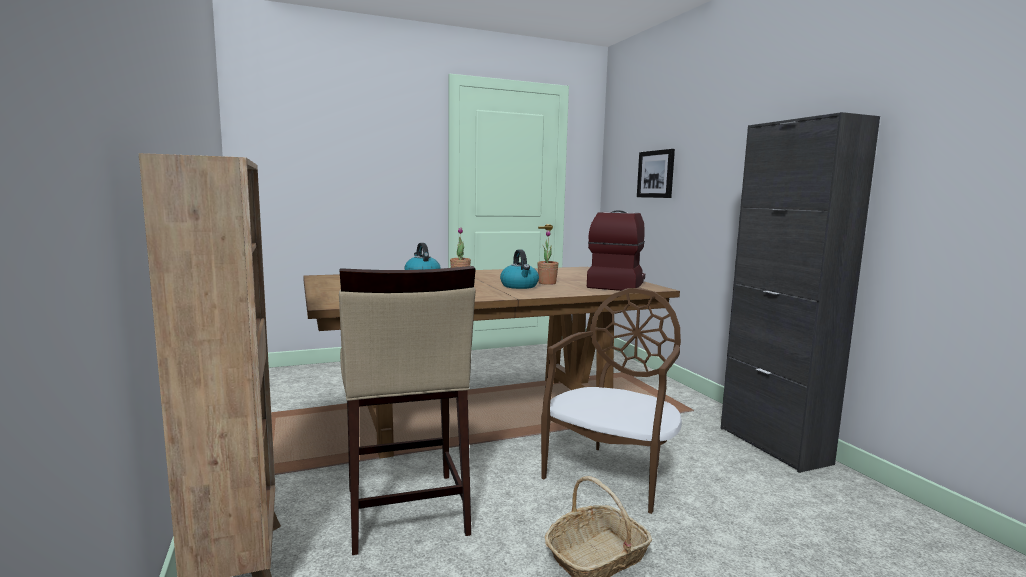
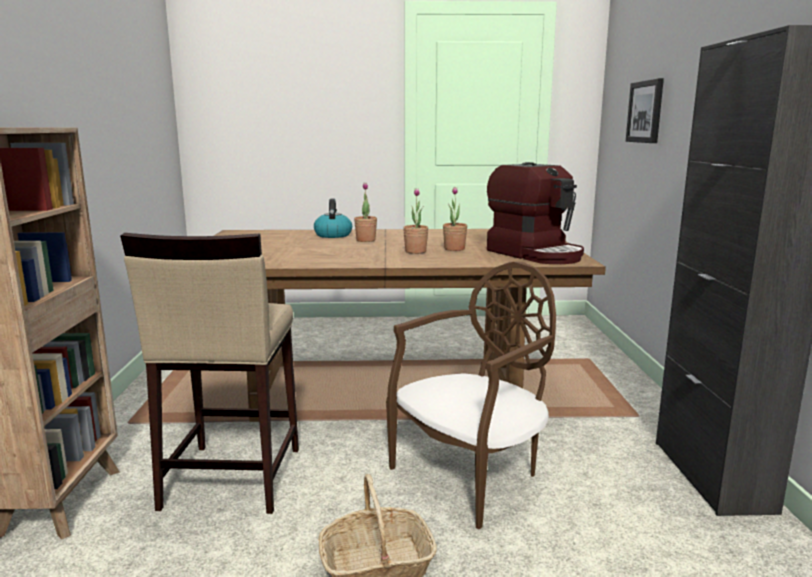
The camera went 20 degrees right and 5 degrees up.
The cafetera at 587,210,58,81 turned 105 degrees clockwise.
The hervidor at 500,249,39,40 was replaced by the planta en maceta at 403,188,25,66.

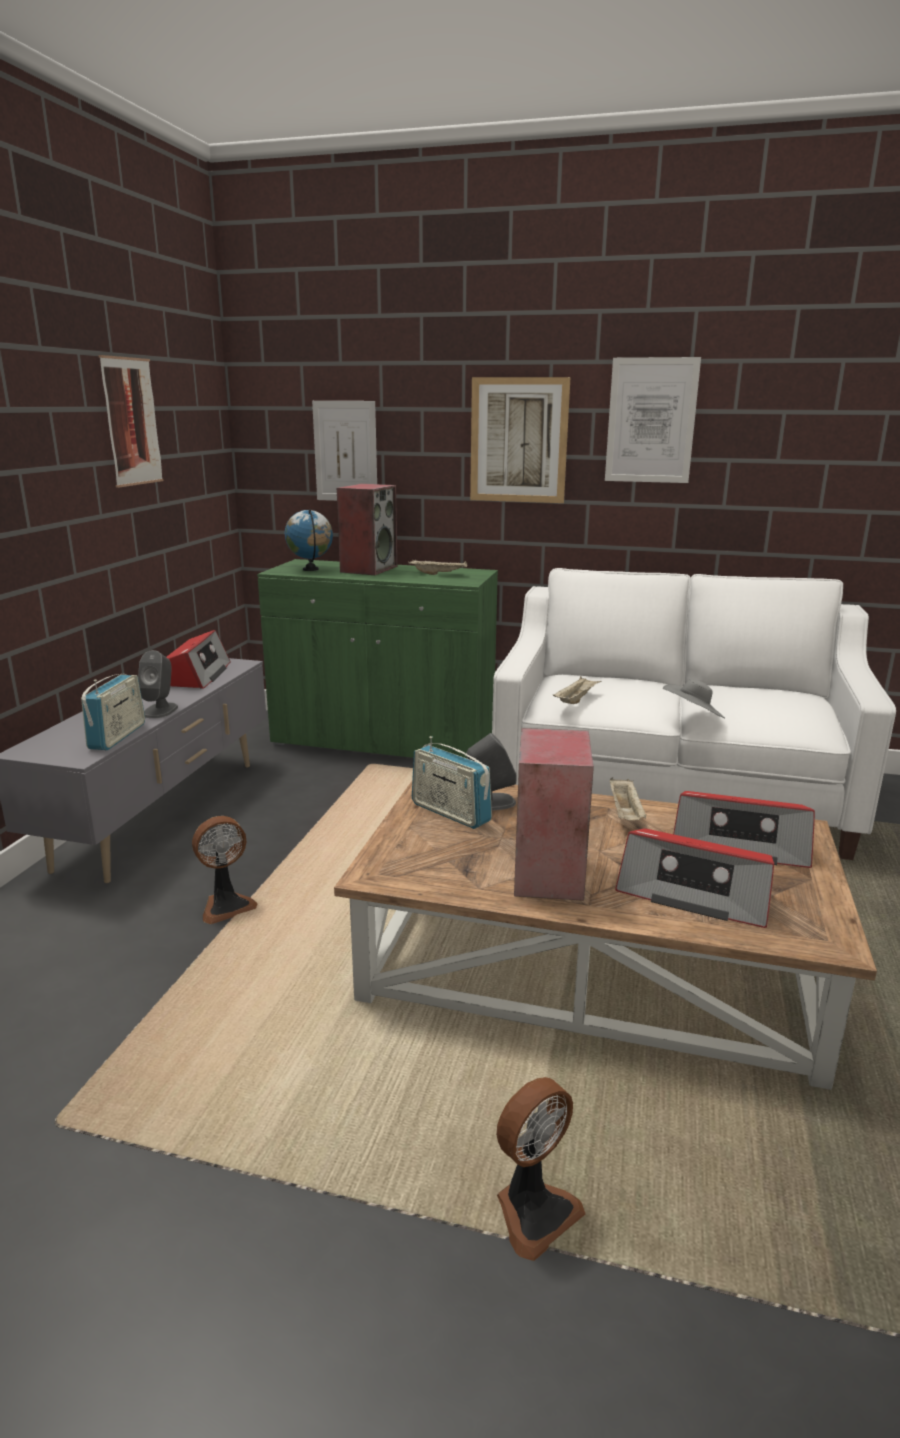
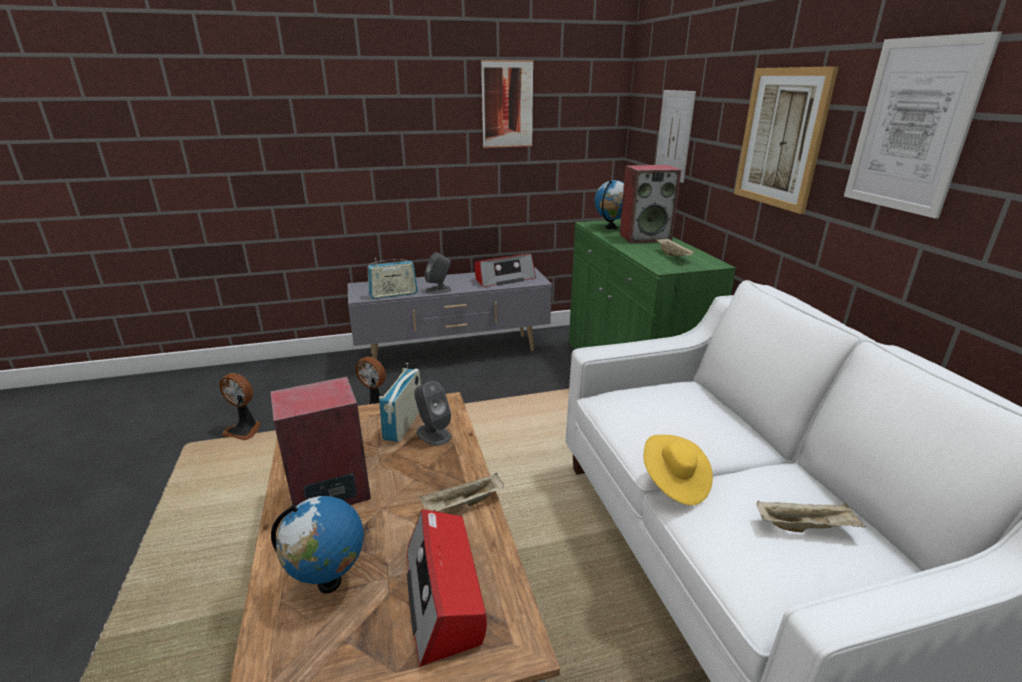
The camera went 60 degrees right and 5 degrees up.
The bandeja/beis moved from 553,676,48,28 to 756,501,110,32.
The sombrero/gris at 663,679,62,39 became the sombrero/amarillo at 643,435,70,70.
The radio at 615,828,159,100 was replaced by the globo terráqueo at 271,496,93,97.
The ventilador moved from 496,1077,89,184 to 219,373,42,68.

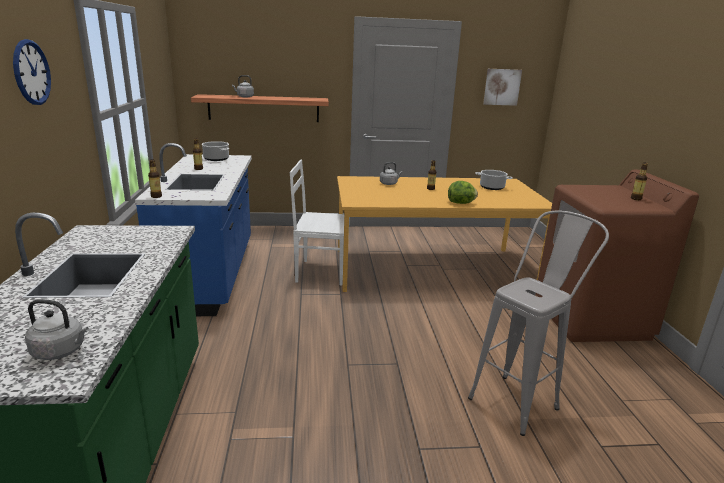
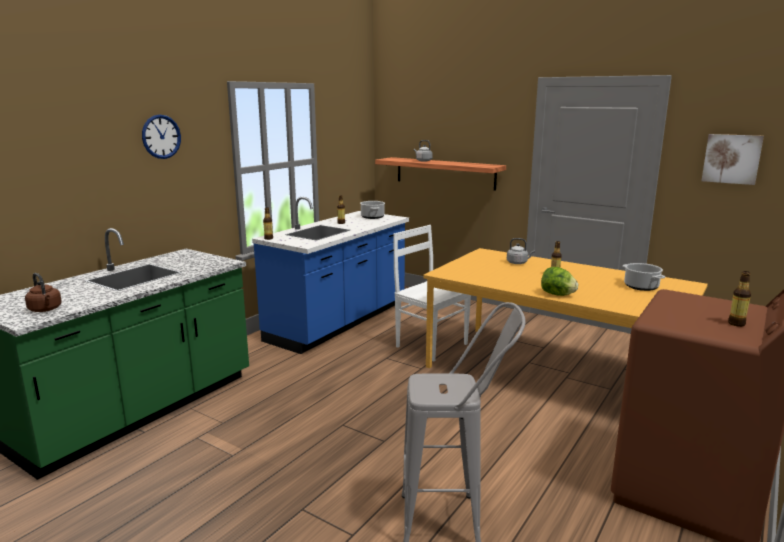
The camera went 40 degrees right and 5 degrees down.
The hervidor/gris at 25,299,64,61 became the hervidor/marrón at 25,273,37,39.

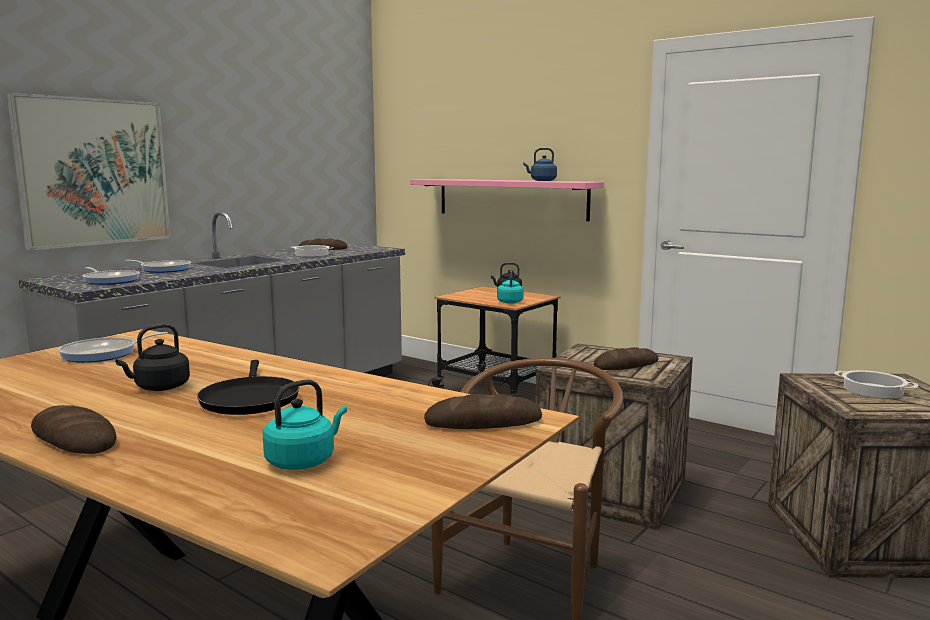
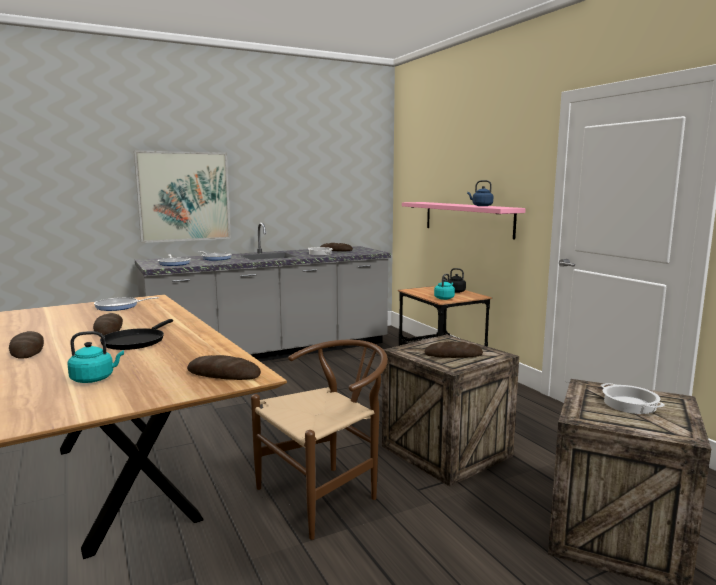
The camera went 25 degrees right and 0 degrees up.
The hervidor/negro at 115,324,75,67 was replaced by the pan at 93,313,30,23.

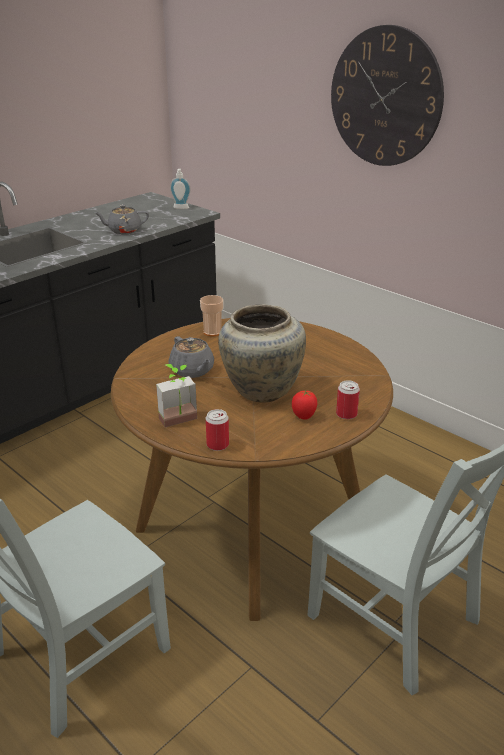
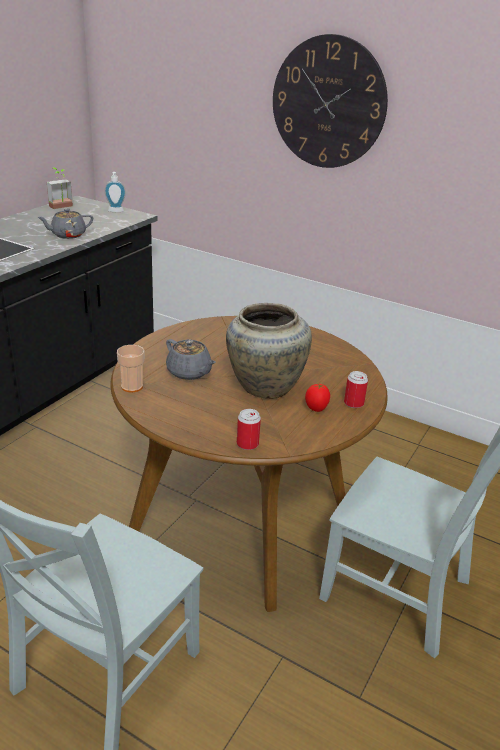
The camera went 15 degrees left and 0 degrees up.
The taza moved from 200,295,24,41 to 117,345,27,47.
The planta en maceta moved from 156,364,41,63 to 47,168,26,41.

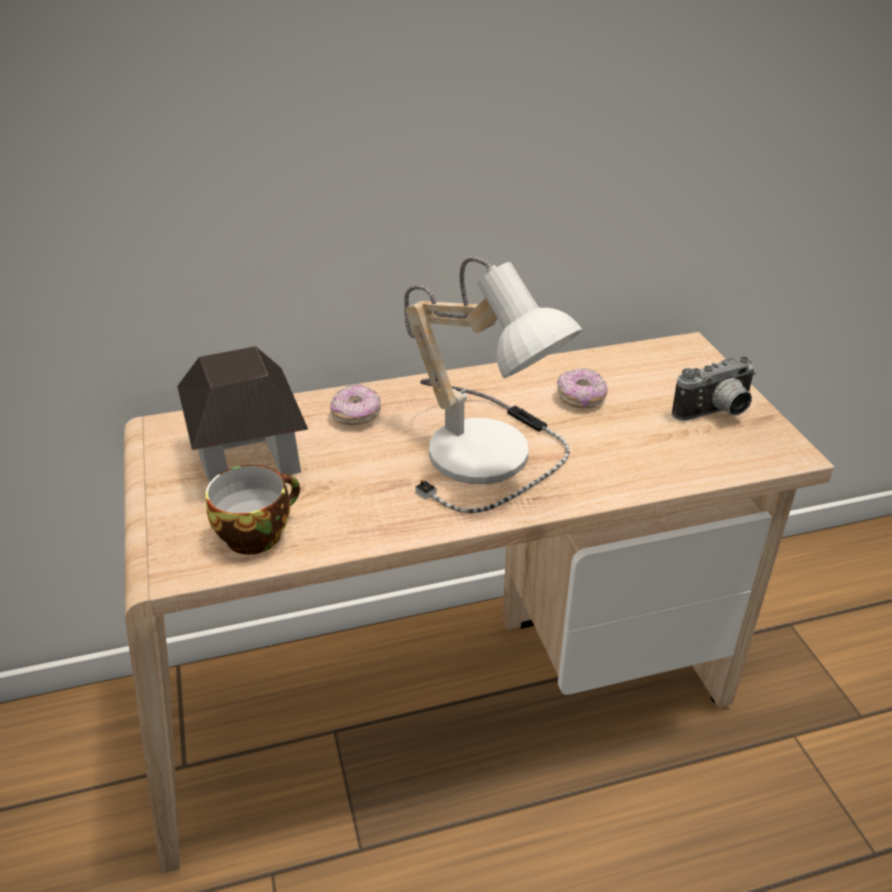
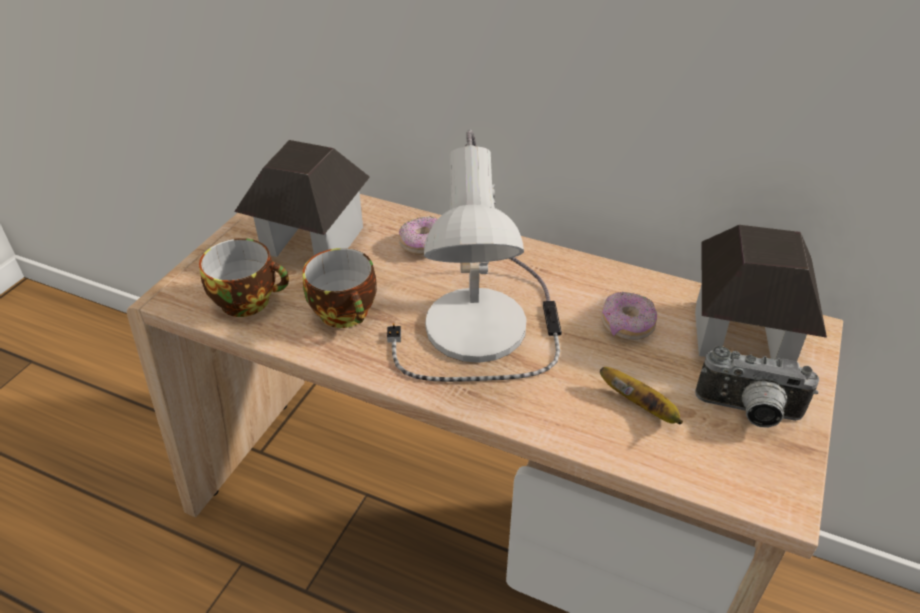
The camera went 40 degrees right and 5 degrees up.
The casita at 695,225,132,136 appeared.
The taza at 303,248,74,80 appeared.
The plátano at 600,367,83,57 appeared.

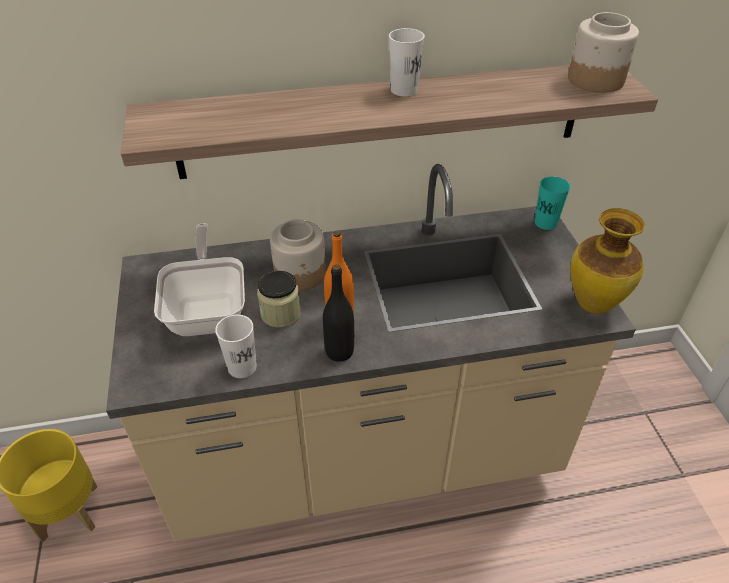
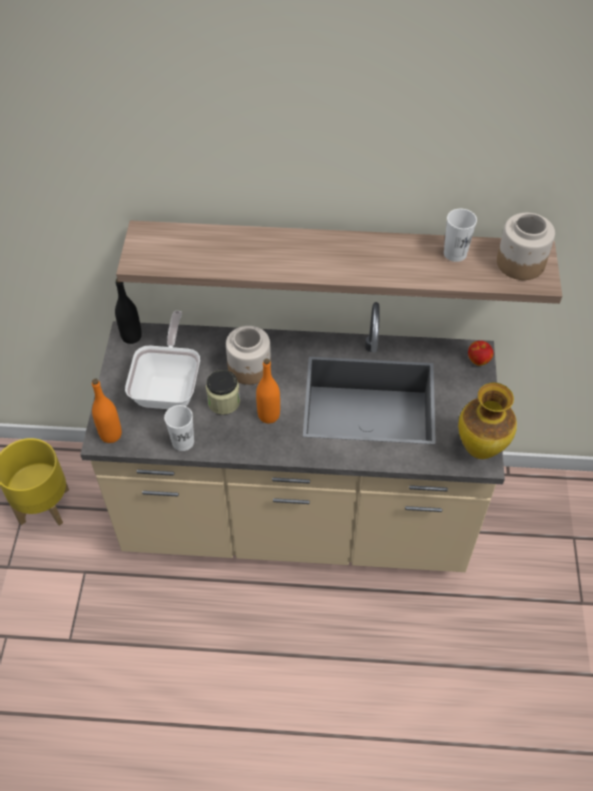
The camera went 15 degrees right and 10 degrees up.
The taza/blanco moved from 389,28,36,69 to 444,209,33,53.
The taza/turquesa at 534,176,36,54 was replaced by the manzana at 468,341,26,25.
The botella/negro moved from 323,264,31,98 to 115,279,27,65.
The botella/naranja at 92,379,30,64 appeared.

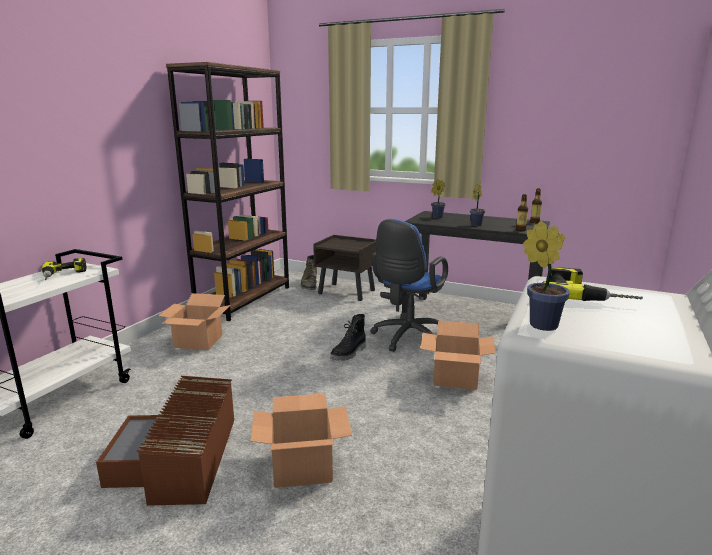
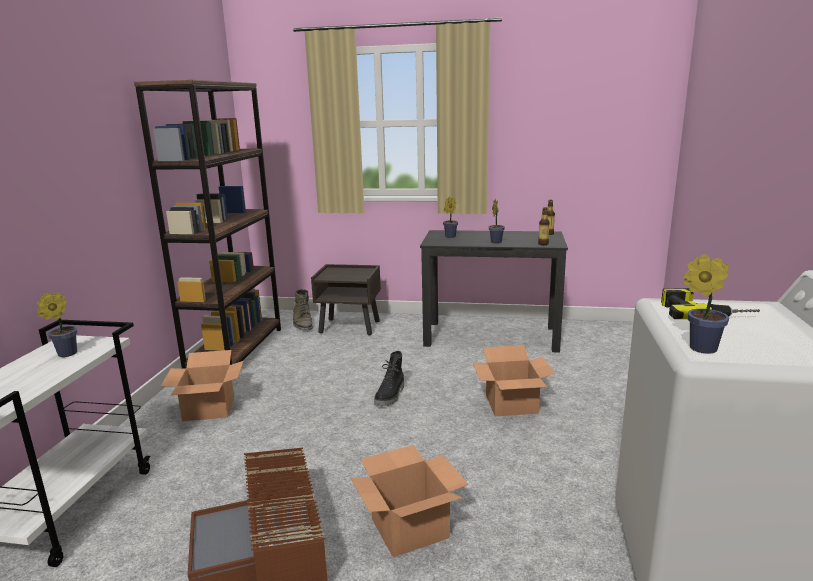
The camera went 15 degrees left and 0 degrees up.
The silla de oficina/azul at 370,219,78,133 disappeared.
The taladro at 42,258,45,22 was replaced by the planta en maceta at 37,292,40,65.

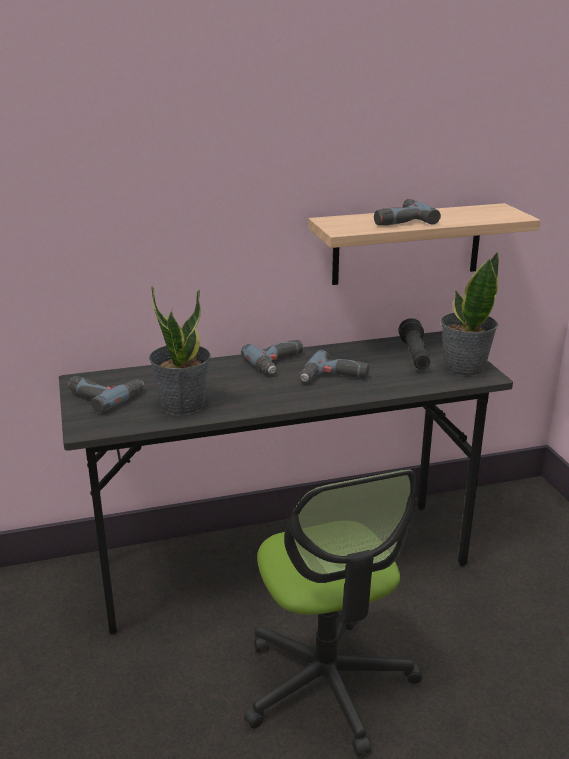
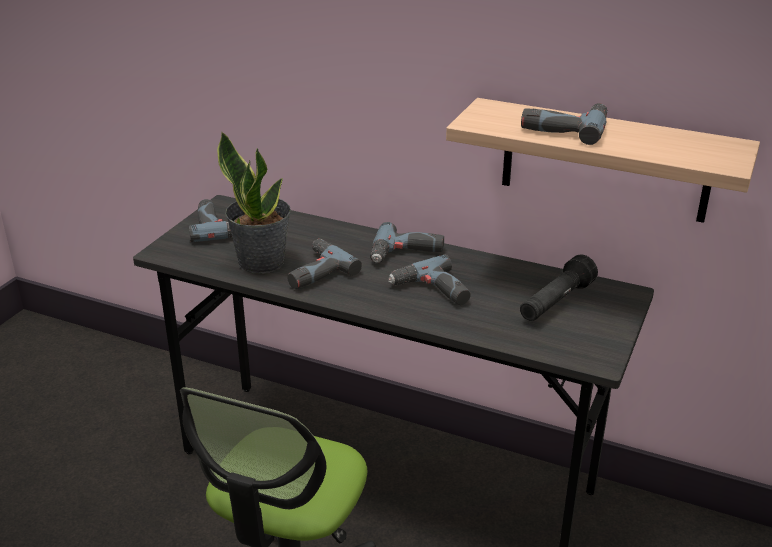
The camera went 40 degrees right and 5 degrees up.
The planta en maceta at 440,252,59,124 disappeared.
The taladro at 287,239,75,50 appeared.

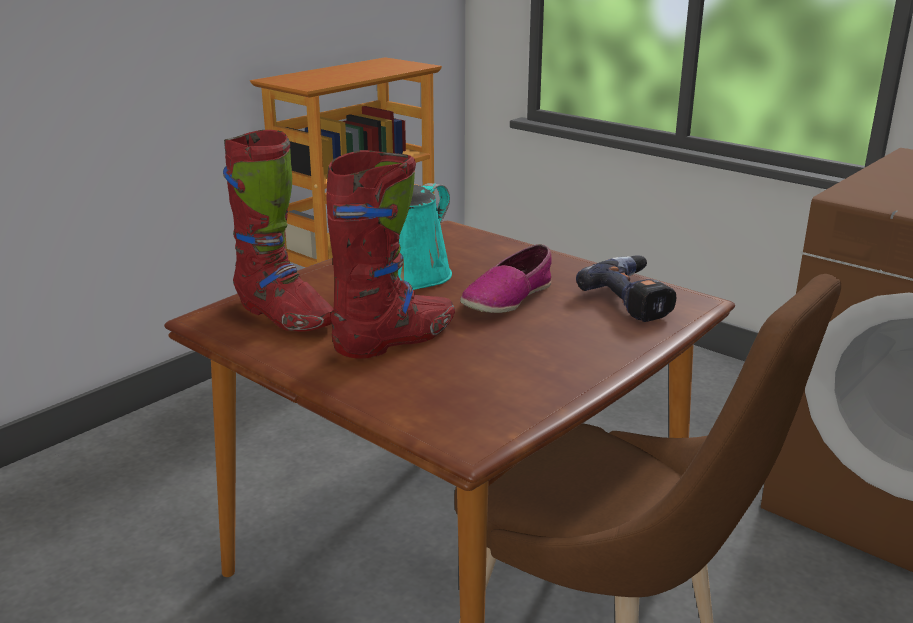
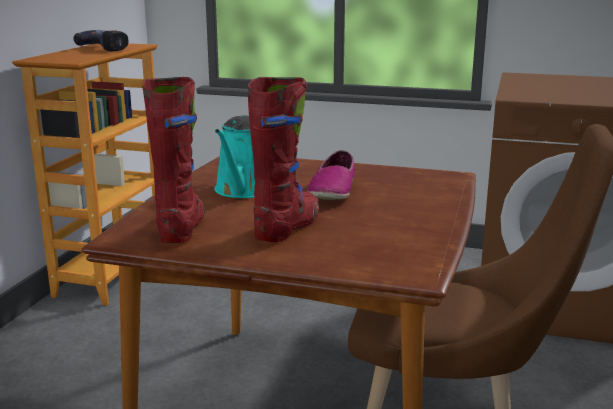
The camera went 25 degrees left and 5 degrees down.
The bota/rojo at 223,130,111,202 turned 105 degrees counterclockwise.
The taladro moved from 576,255,100,67 to 73,30,55,21.

